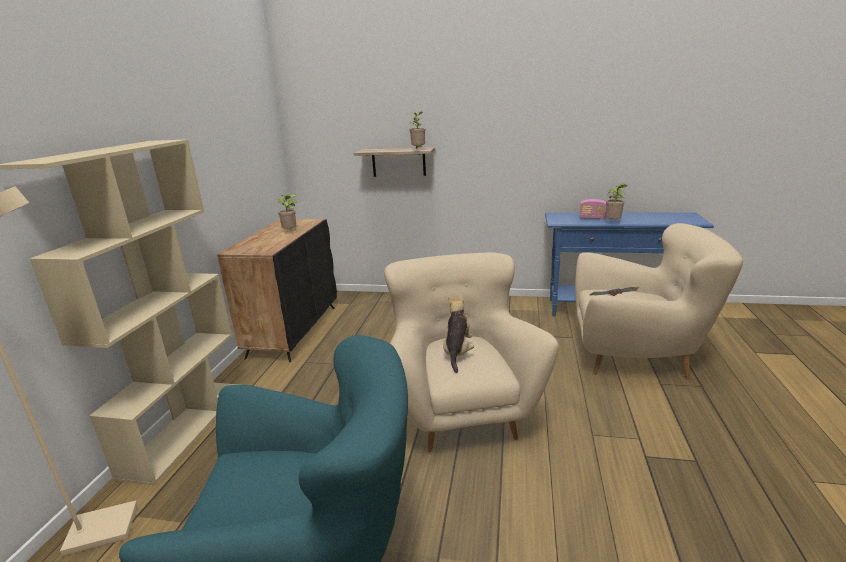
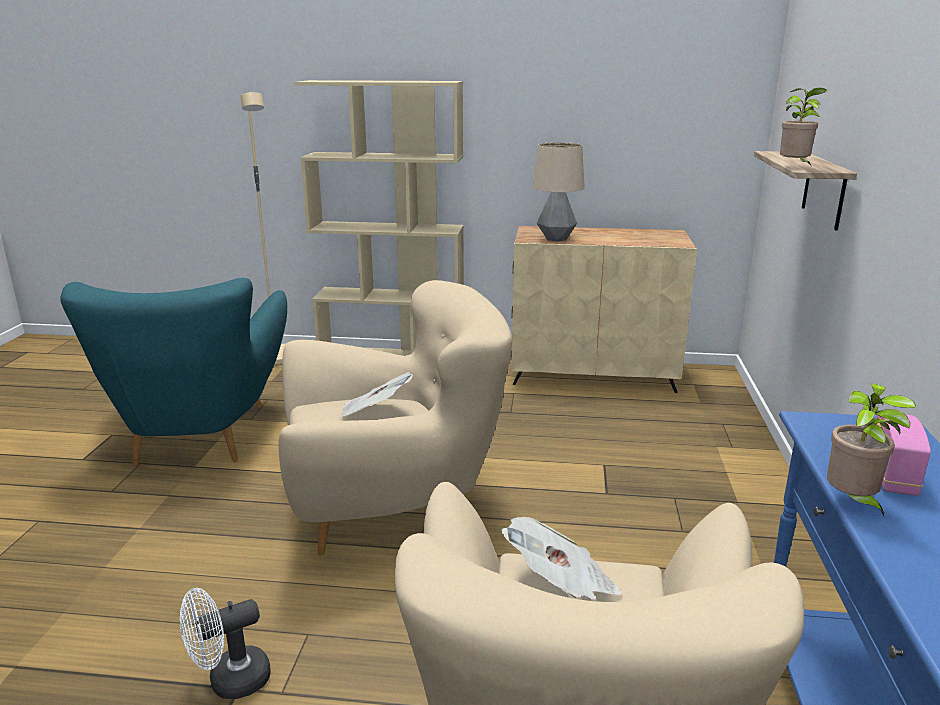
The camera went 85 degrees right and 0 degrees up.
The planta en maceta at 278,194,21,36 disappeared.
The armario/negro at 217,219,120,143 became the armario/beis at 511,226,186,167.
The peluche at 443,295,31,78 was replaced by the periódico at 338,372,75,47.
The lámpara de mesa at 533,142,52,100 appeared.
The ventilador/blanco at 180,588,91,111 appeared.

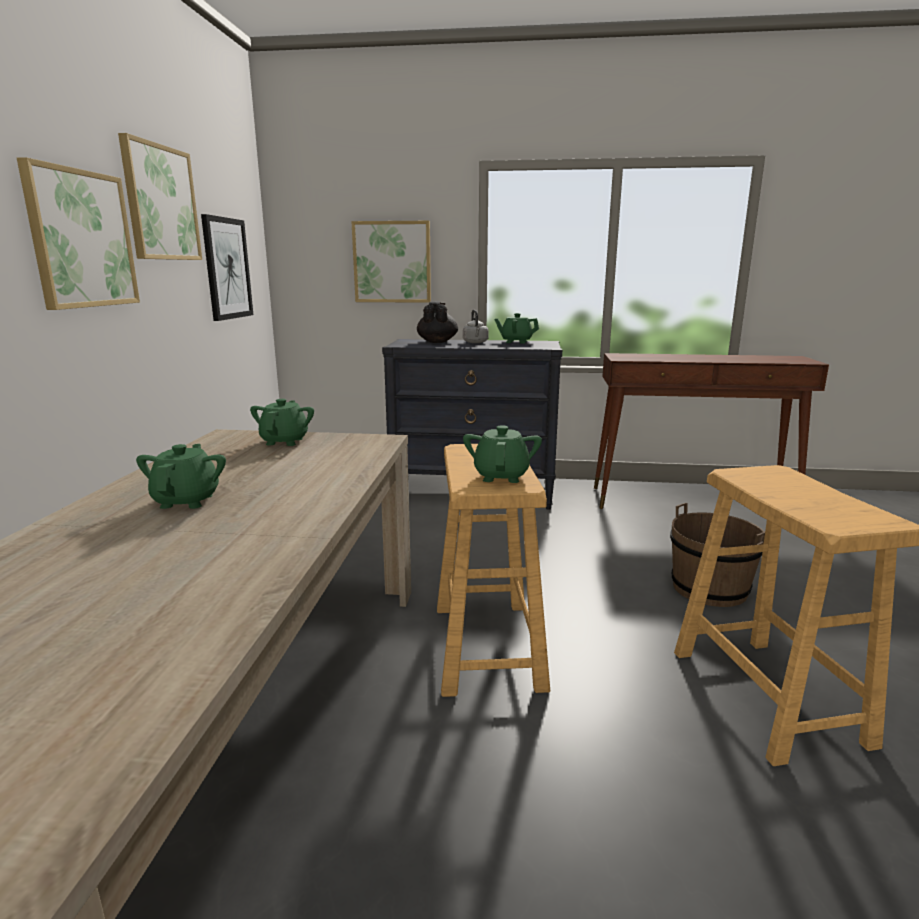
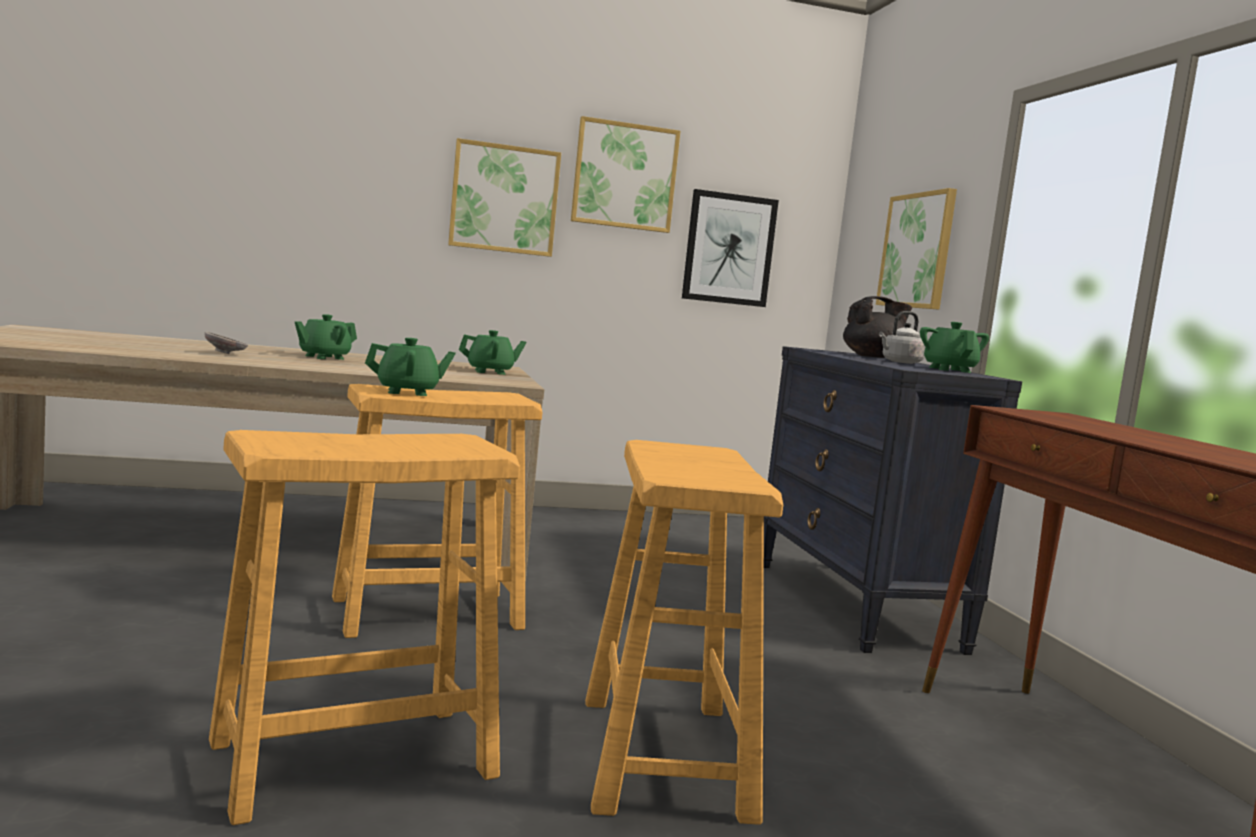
The camera went 70 degrees right and 10 degrees down.
The tetera/verde at 136,444,90,65 turned 150 degrees clockwise.
The cubo/marrón at 670,503,95,104 was replaced by the taburete/beis at 585,440,198,385.
The cuenco/gris at 205,332,43,22 appeared.

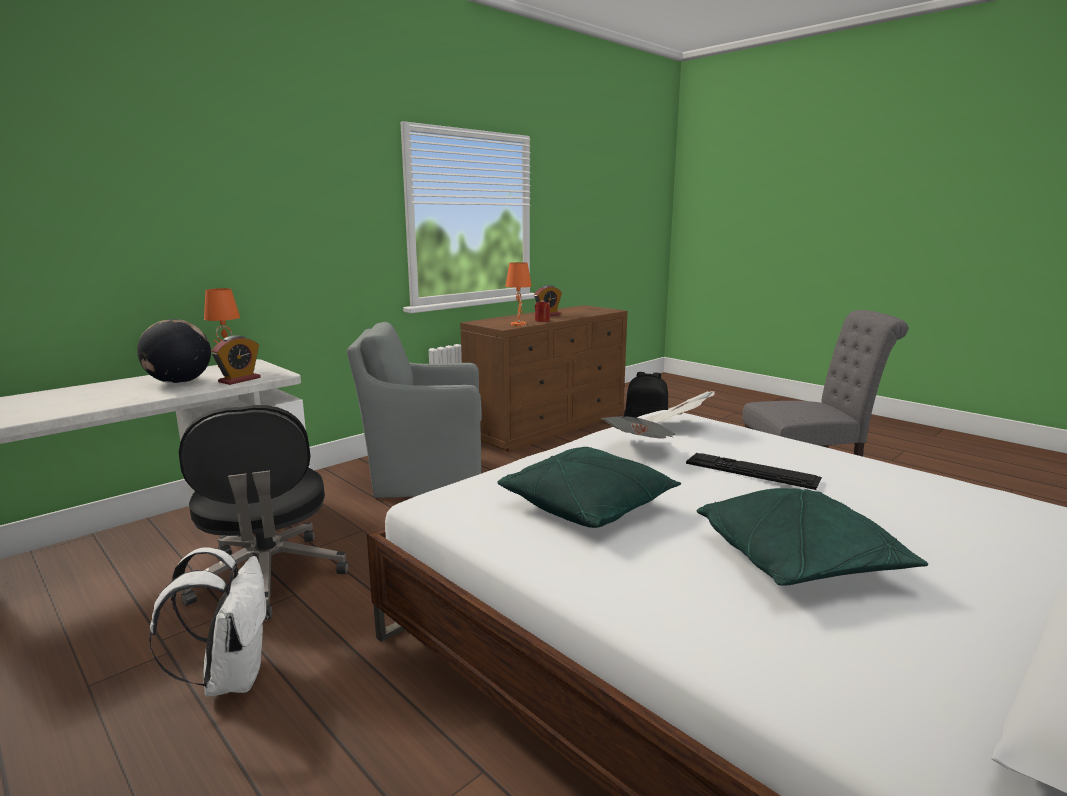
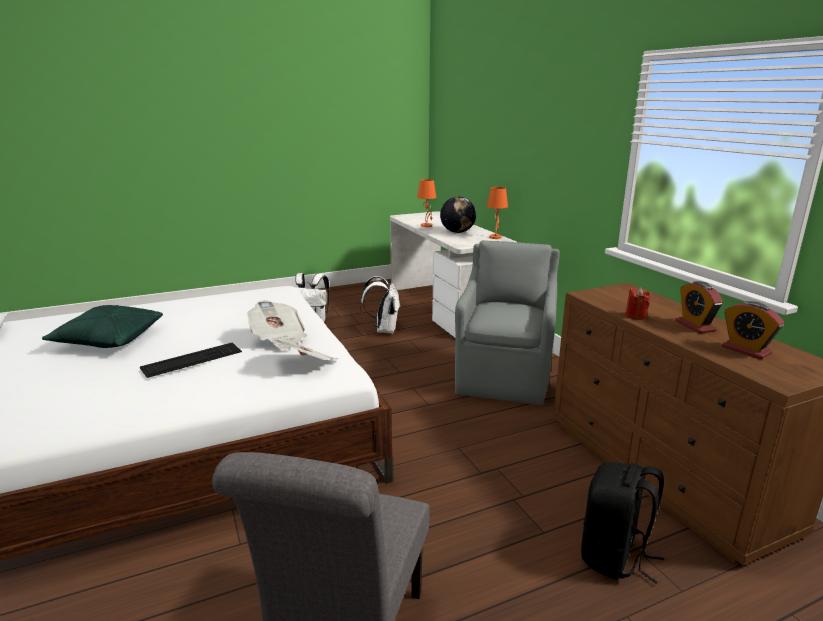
The camera went 110 degrees right and 5 degrees up.
The lámpara de mesa/naranja moved from 506,262,26,64 to 417,179,20,48.
The despertador moved from 211,335,50,50 to 721,301,63,58.
The silla de oficina/negro at 179,405,169,214 was replaced by the mochila/blanco at 360,276,40,58.
The cojín/verde at 497,447,184,81 disappeared.

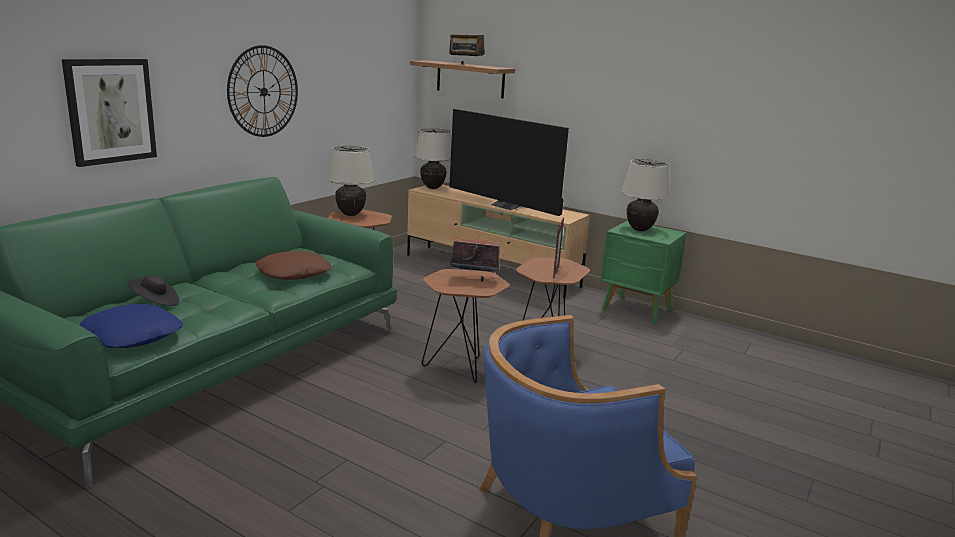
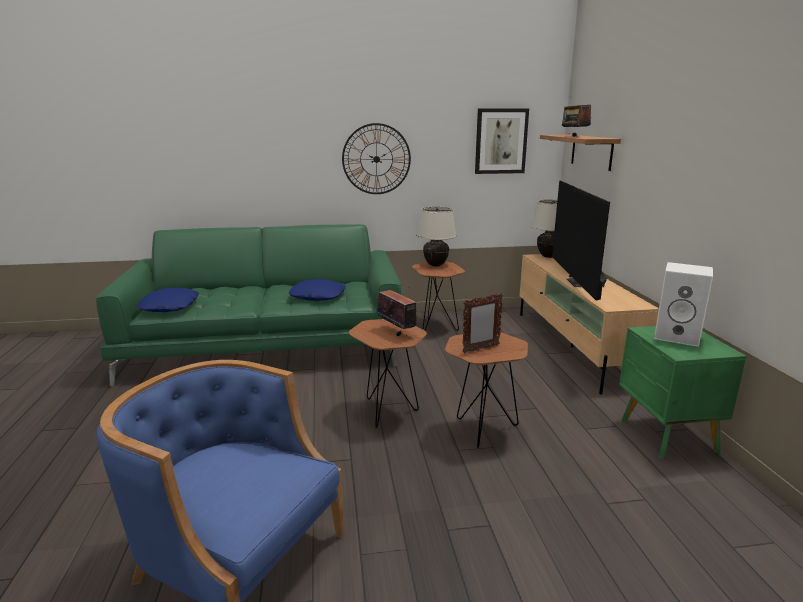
The camera went 50 degrees right and 0 degrees up.
The cuadro moved from 62,59,95,108 to 475,108,54,66.
The lámpara de mesa/beis at 621,159,49,72 was replaced by the altavoz/blanco at 654,262,59,85.
The cojín/marrón at 256,251,75,29 became the cojín/azul at 288,279,58,22.
The sombrero/negro at 127,275,52,31 disappeared.

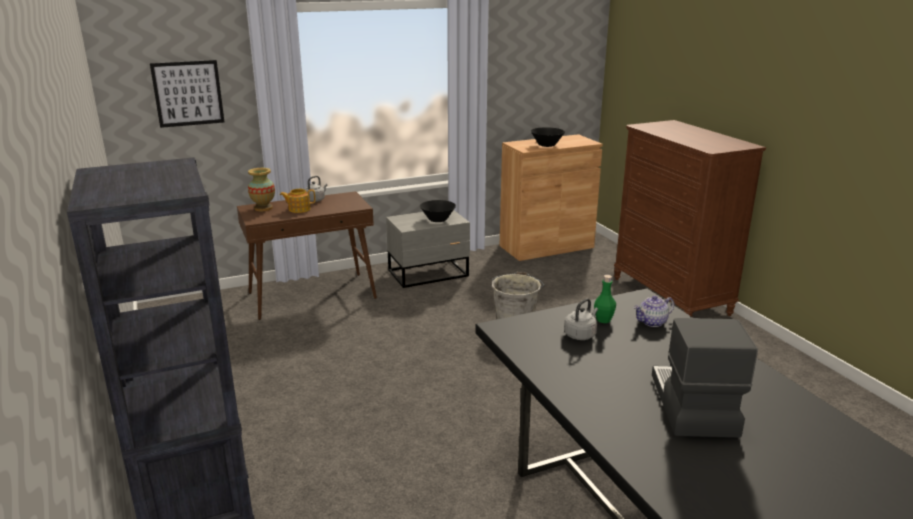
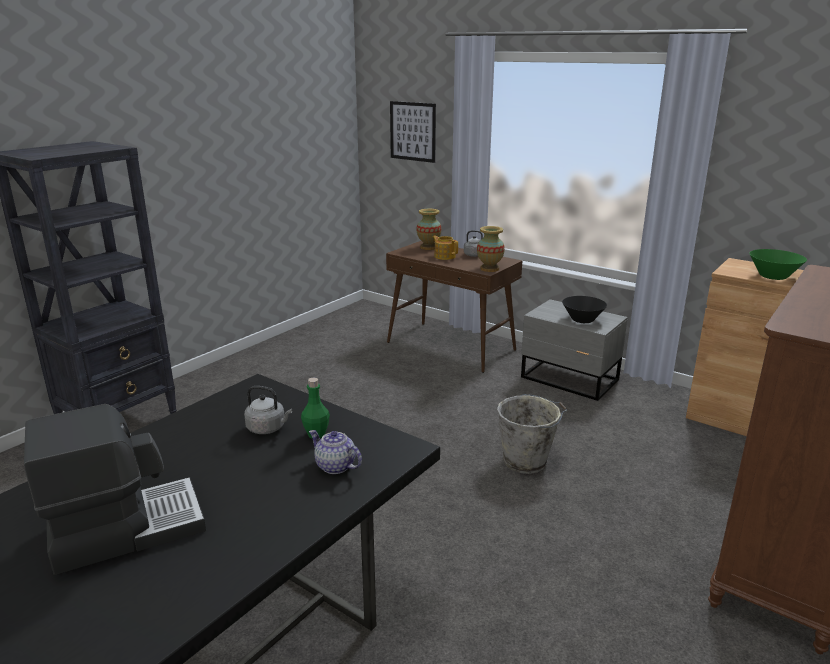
The camera went 60 degrees right and 0 degrees up.
The cuenco/negro at 531,127,34,20 became the cuenco/verde at 749,249,58,31.
The florero at 477,226,28,46 appeared.

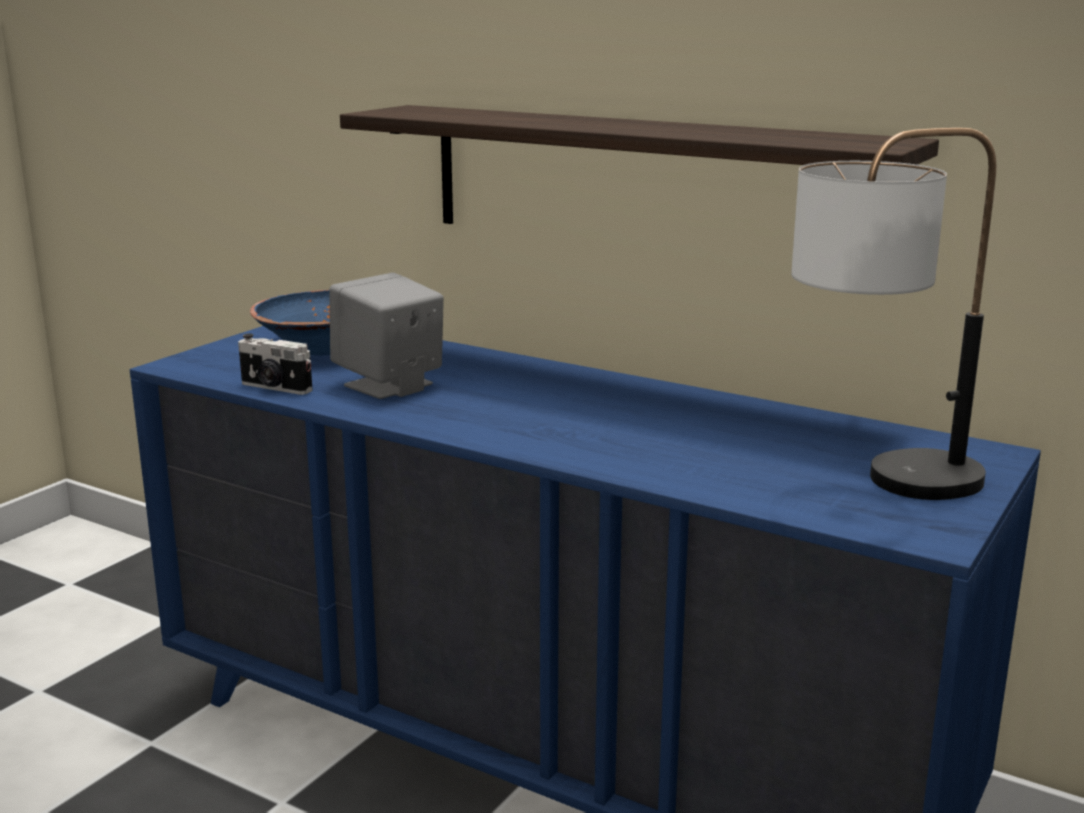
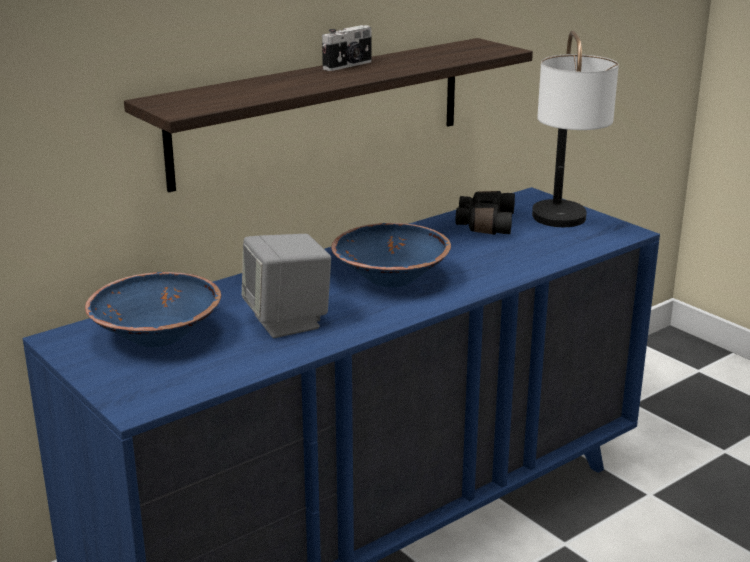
The camera went 70 degrees left and 5 degrees up.
The cámara moved from 238,333,75,62 to 322,25,50,46.
The prismáticos/negro at 455,191,60,44 appeared.
The cuenco/azul at 331,223,120,64 appeared.

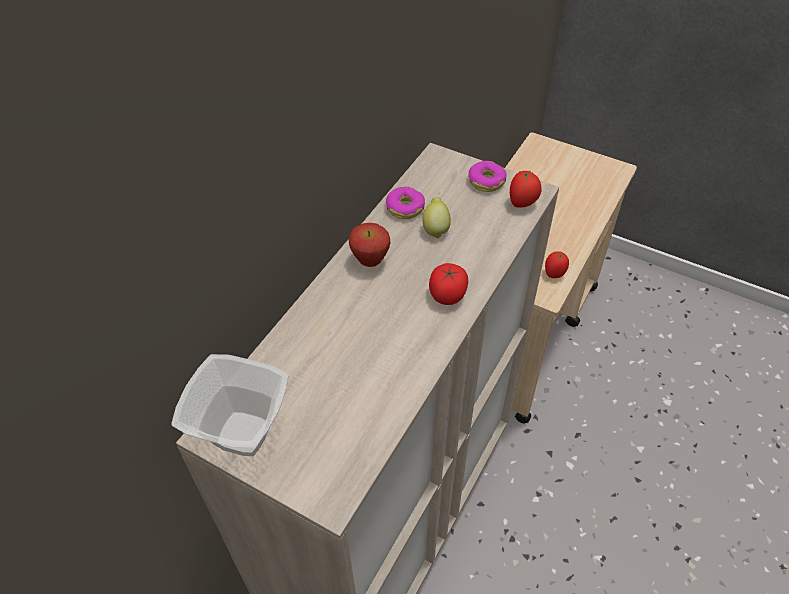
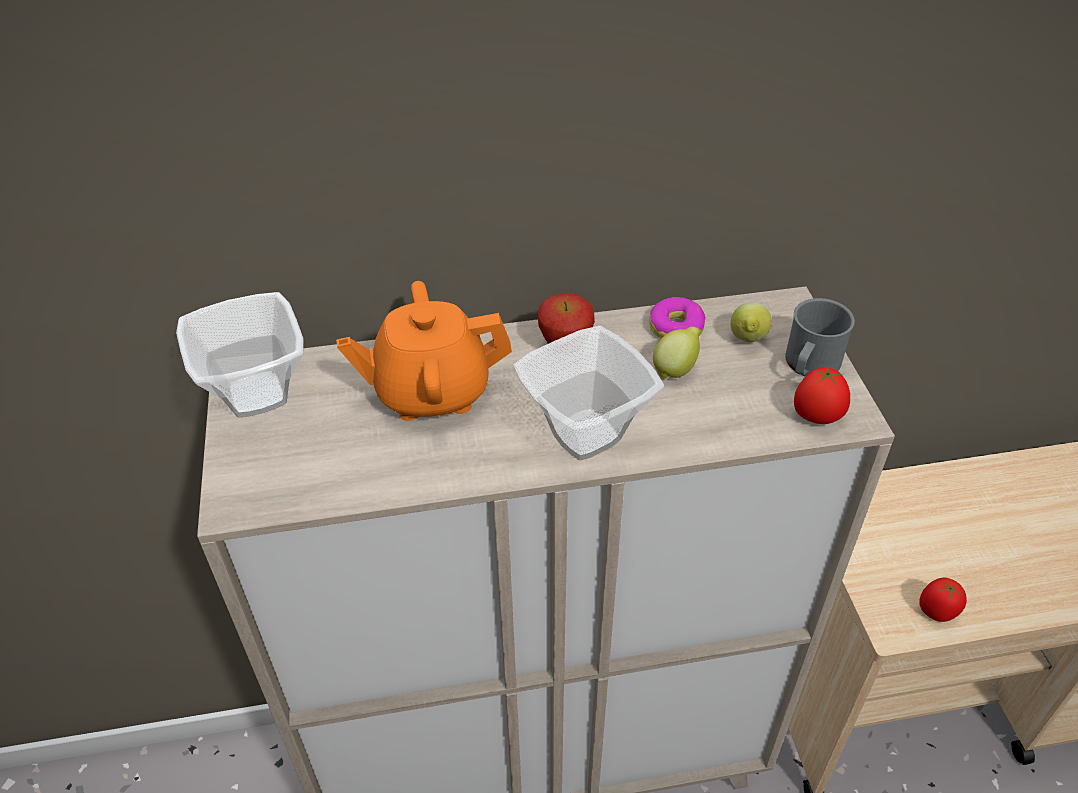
The camera went 50 degrees right and 5 degrees down.
The rosquilla at 468,161,38,31 was replaced by the taza grande/gris at 785,298,70,79.
The tomate at 429,263,39,42 was replaced by the cuenco at 514,326,150,134.
The tetera/naranja at 336,281,176,140 appeared.
The limón at 730,303,42,39 appeared.

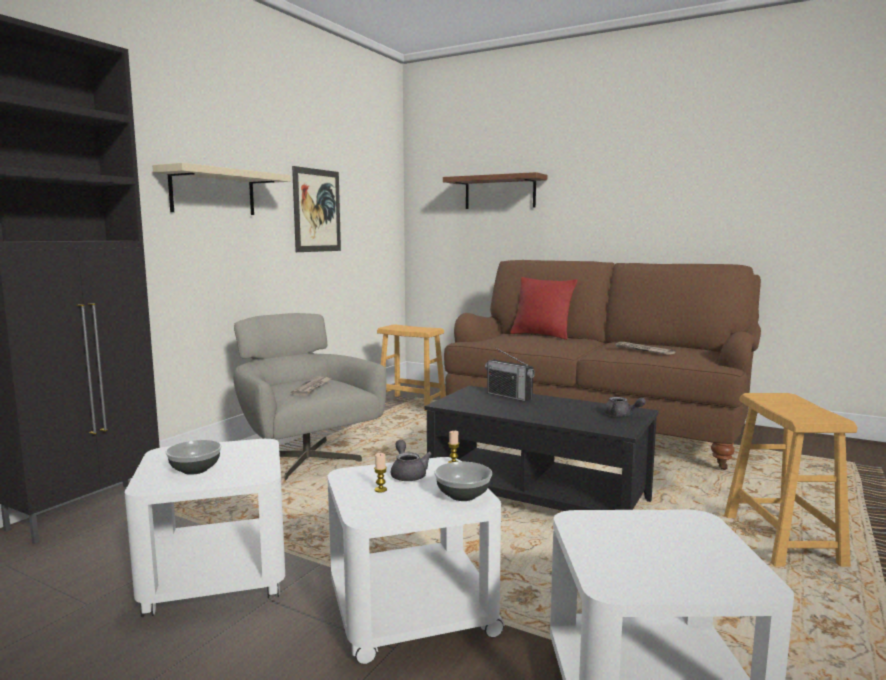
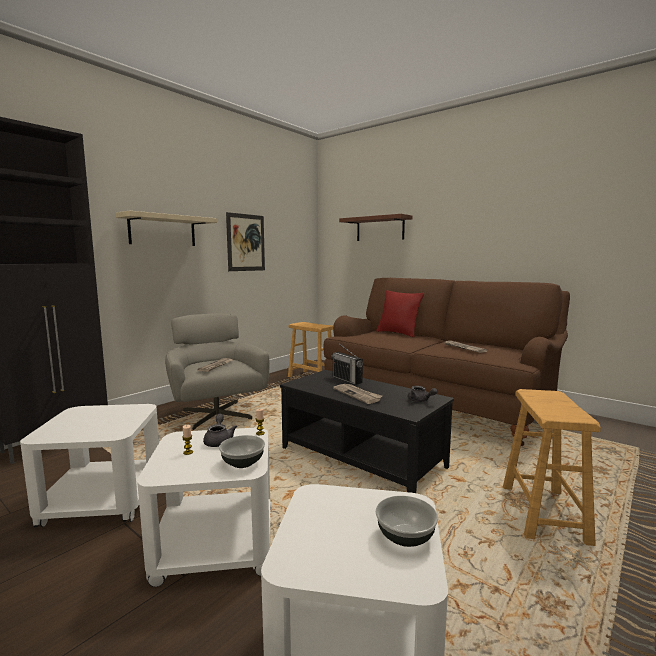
The camera went 10 degrees right and 0 degrees up.
The cuenco moved from 166,440,56,35 to 375,496,63,51.
The periódico at 333,384,49,20 appeared.

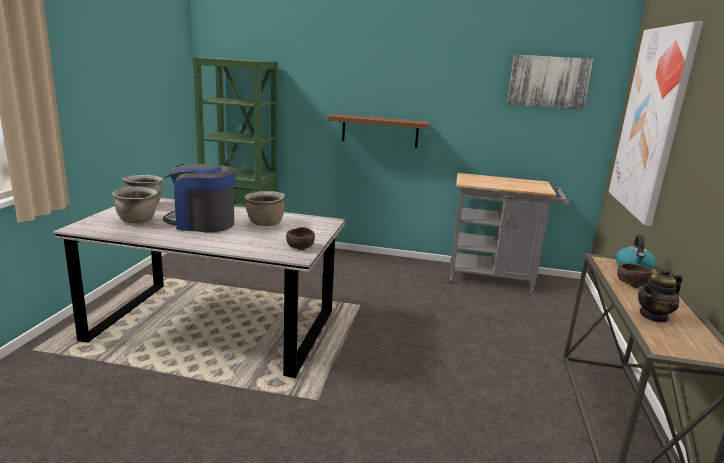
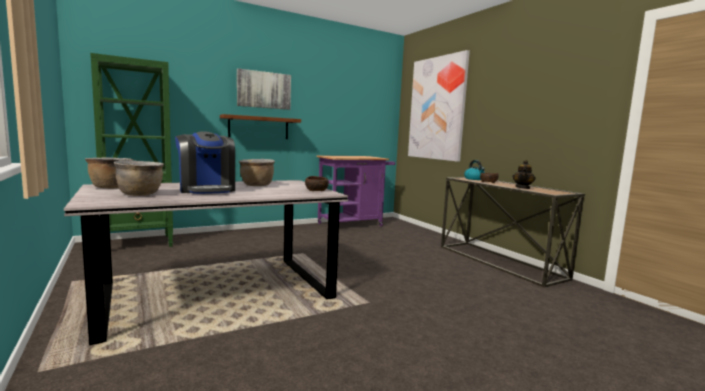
The camera went 40 degrees left and 10 degrees down.
The cuadro moved from 507,54,87,56 to 237,68,54,42.
The cafetera at 163,164,73,68 turned 90 degrees counterclockwise.
The carrito/gris at 449,173,122,120 became the carrito/morado at 317,155,78,72.

